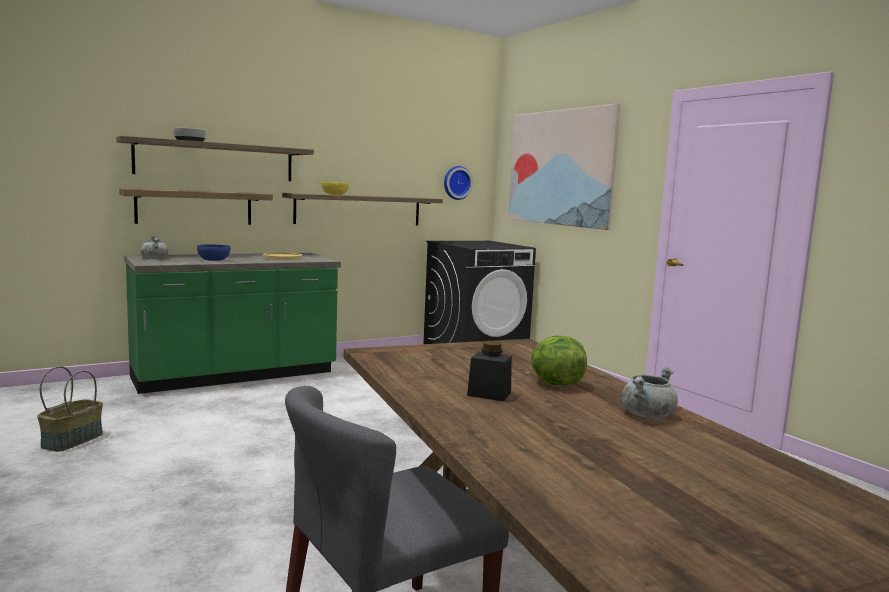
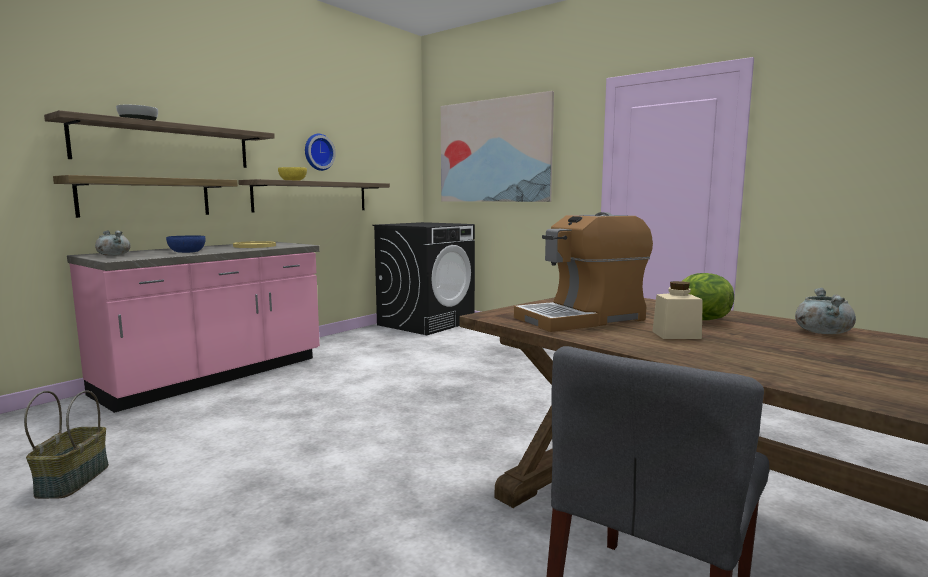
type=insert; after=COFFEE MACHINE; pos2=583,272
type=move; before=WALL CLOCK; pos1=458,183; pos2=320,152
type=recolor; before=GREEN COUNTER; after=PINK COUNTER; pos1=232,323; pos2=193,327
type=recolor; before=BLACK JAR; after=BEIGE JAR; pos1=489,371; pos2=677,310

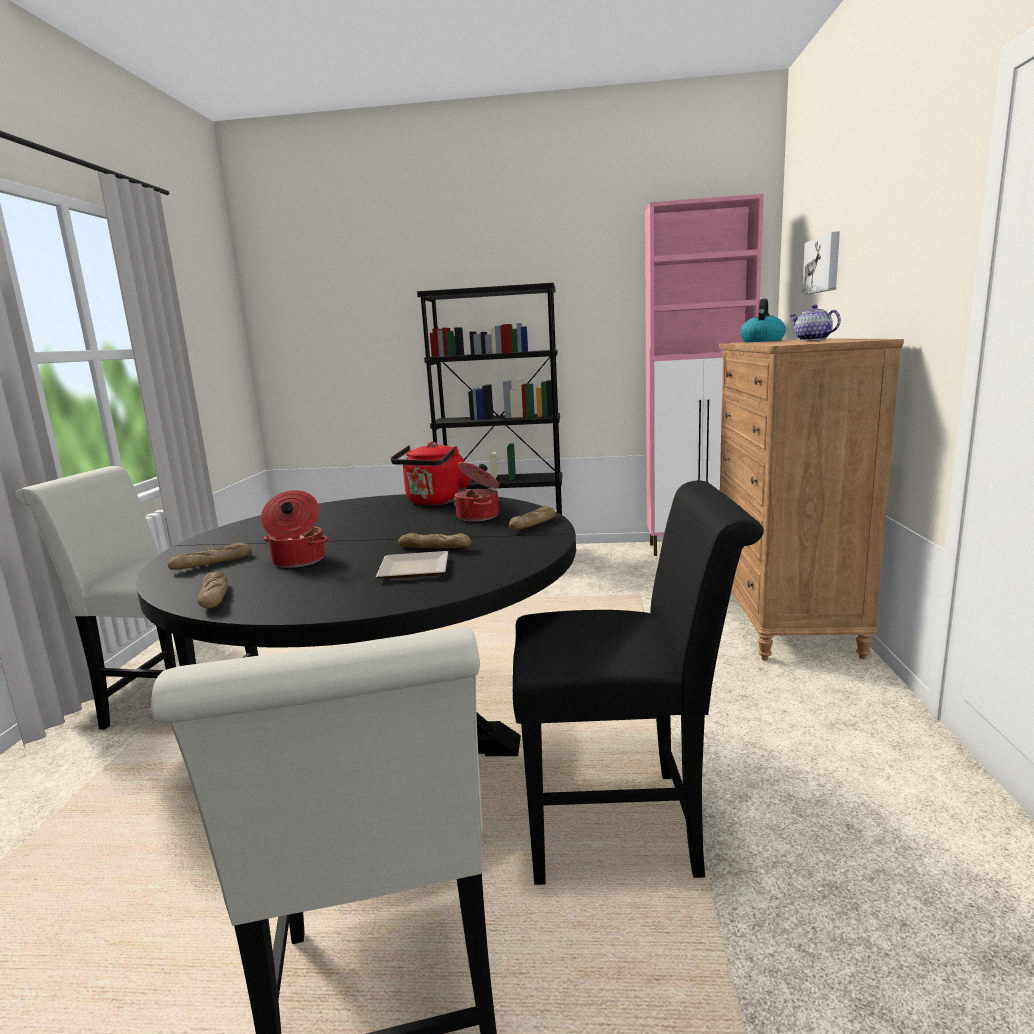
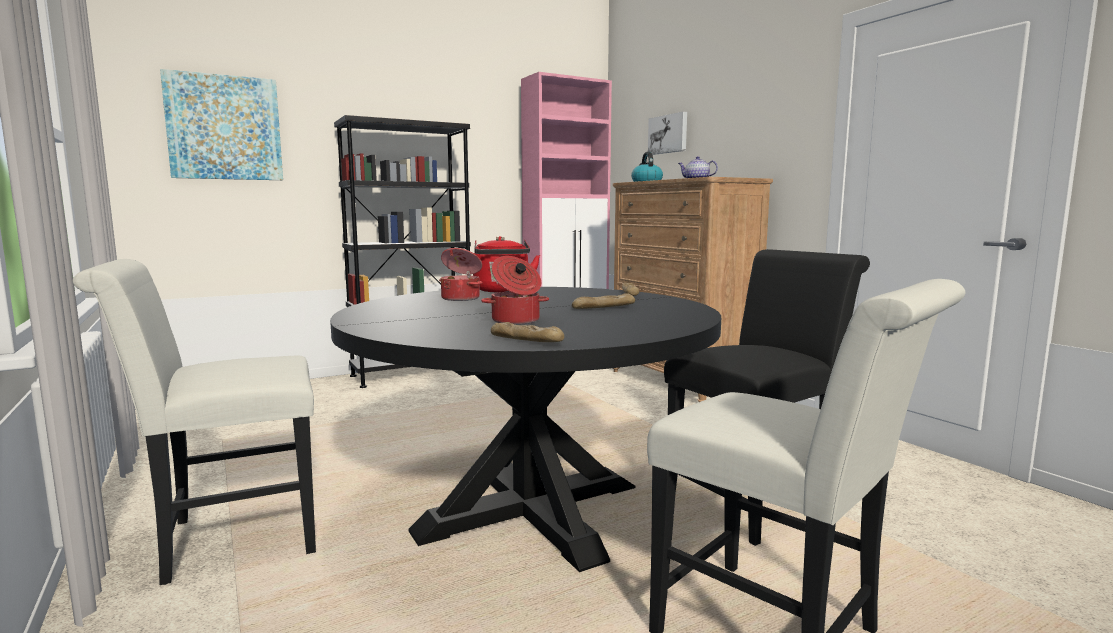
type=delete; before=BREAD; pos1=210,556
type=delete; before=PLATE; pos1=412,565
type=insert; after=PICTURE; pos2=221,124
type=move; before=COOKING POT; pos1=477,492; pos2=461,274

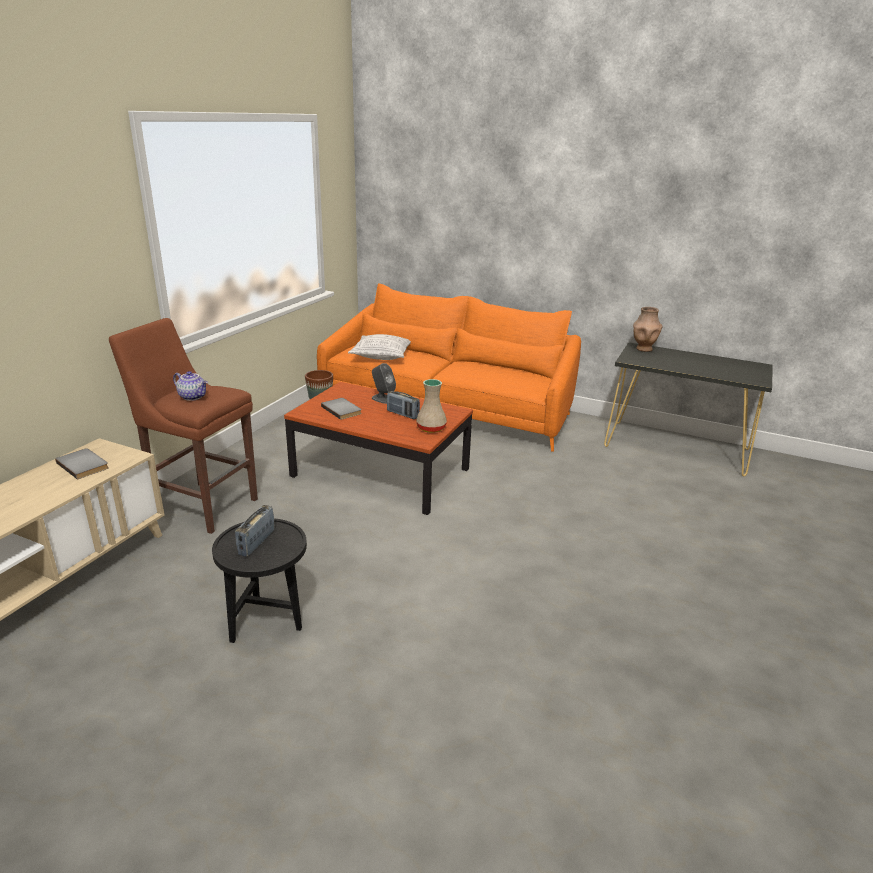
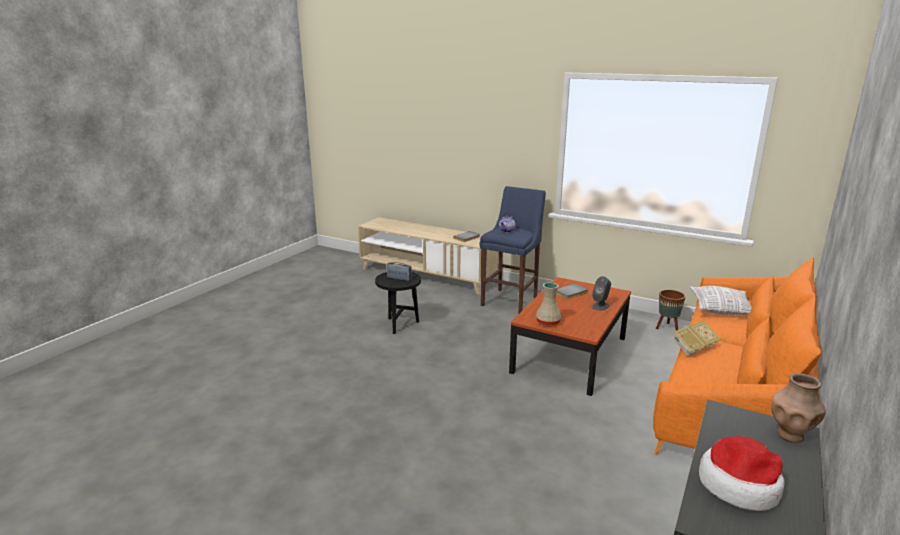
type=delete; before=RADIO; pos1=403,405
type=insert; after=BOOK; pos2=697,338
type=insert; after=HAT; pos2=742,473
type=recolor; before=BROWN STOOL; after=BLUE STOOL; pos1=183,426; pos2=512,250

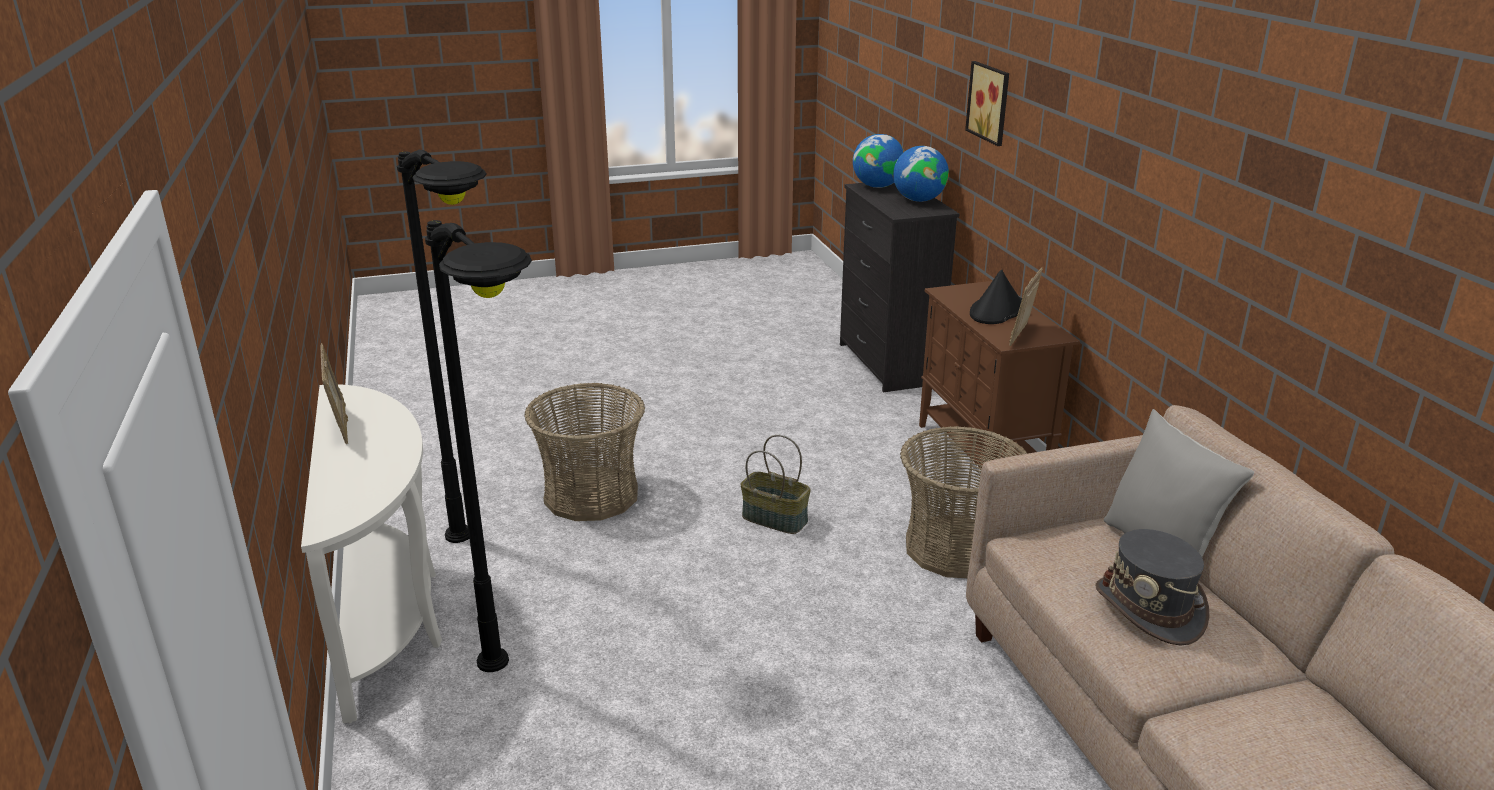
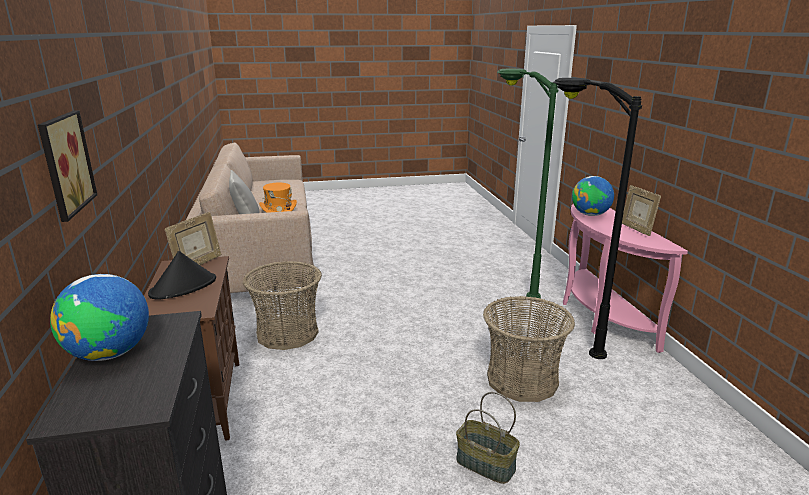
type=move; before=BASKET; pos1=775,484; pos2=488,438
type=move; before=GLOBE; pos1=878,161; pos2=593,196
type=recolor; before=WHITE CONSOLE TABLE; after=PINK CONSOLE TABLE; pos1=371,553; pos2=625,278
type=recolor; before=BLACK FLOOR LAMP; after=GREEN FLOOR LAMP; pos1=478,446; pos2=527,183
type=recolor; before=GREY HAT; after=ORANGE HAT; pos1=1152,587; pos2=278,197

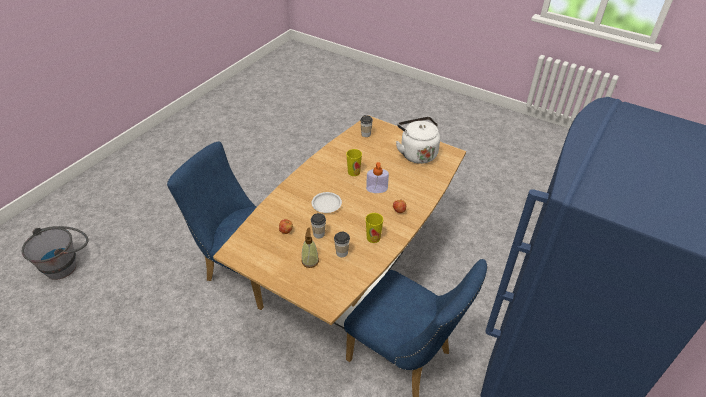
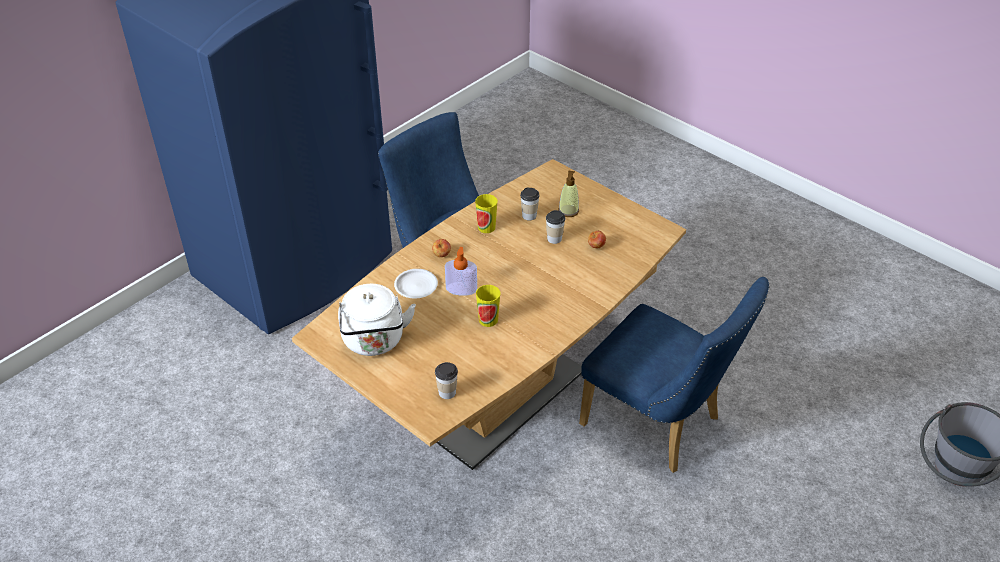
type=move; before=WHITE PLATE; pos1=327,202; pos2=416,283

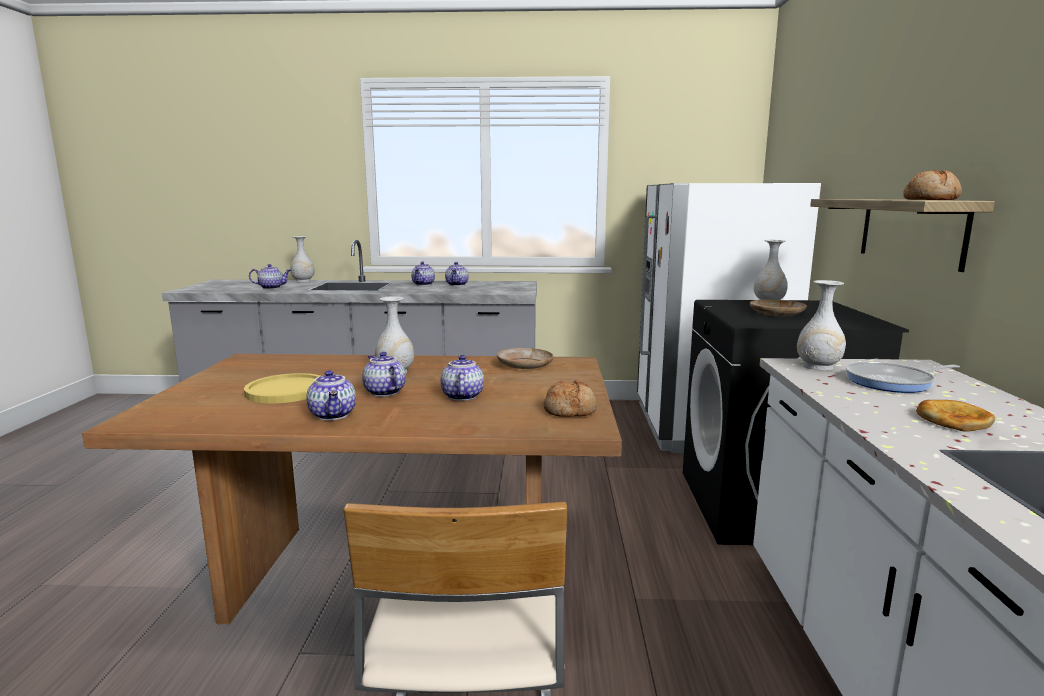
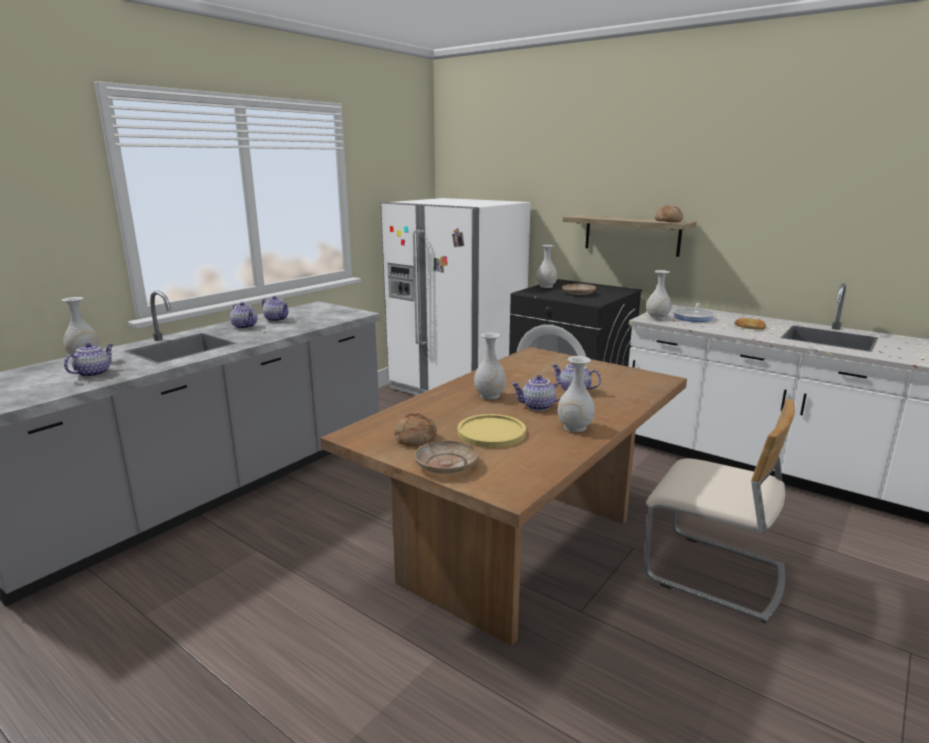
type=move; before=BEIGE PLATE; pos1=525,358; pos2=446,457
type=move; before=BREAD; pos1=570,398; pos2=415,430
type=replace; before=TEAPOT; after=WHITE VASE; pos1=331,395; pos2=576,394

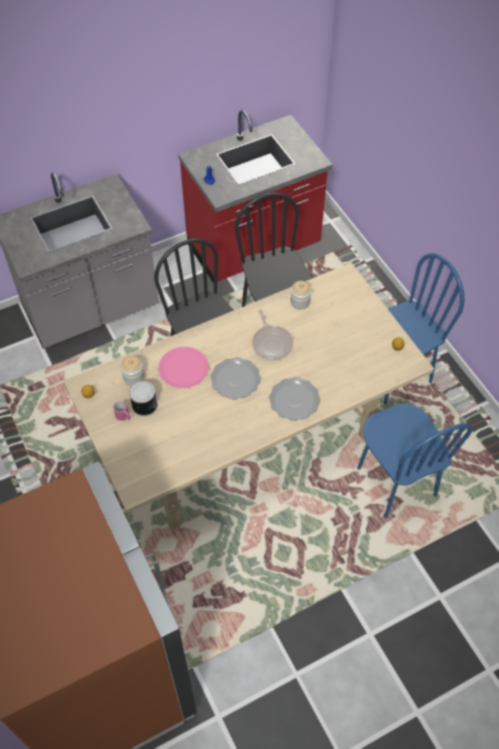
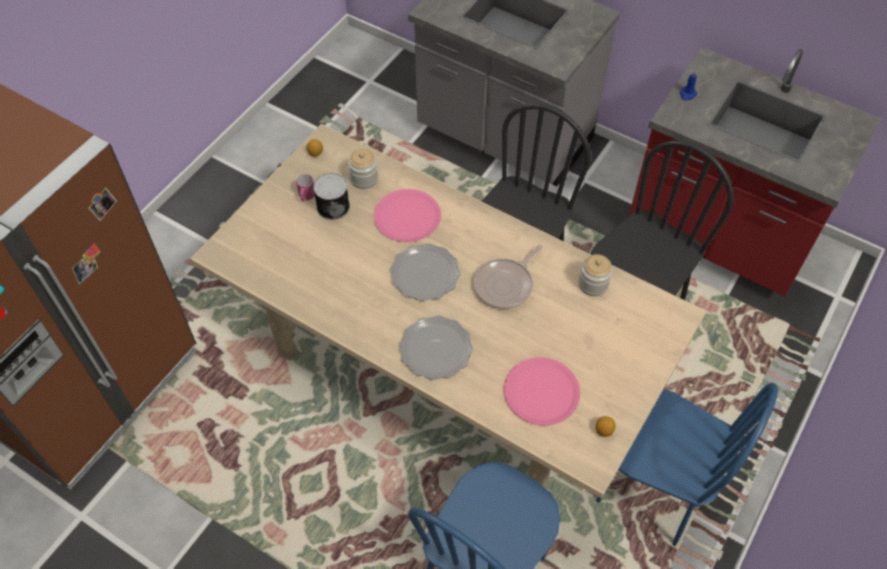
type=insert; after=PINK PLATE; pos2=542,391

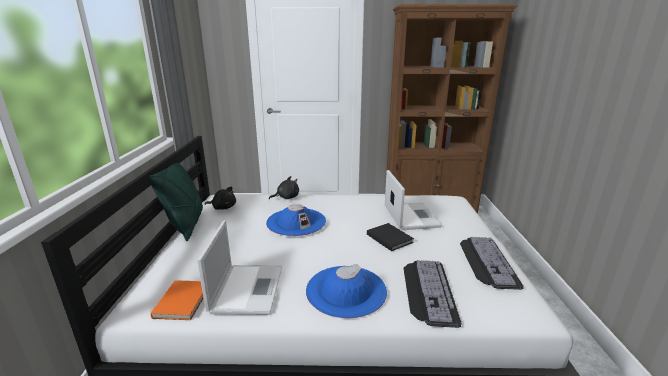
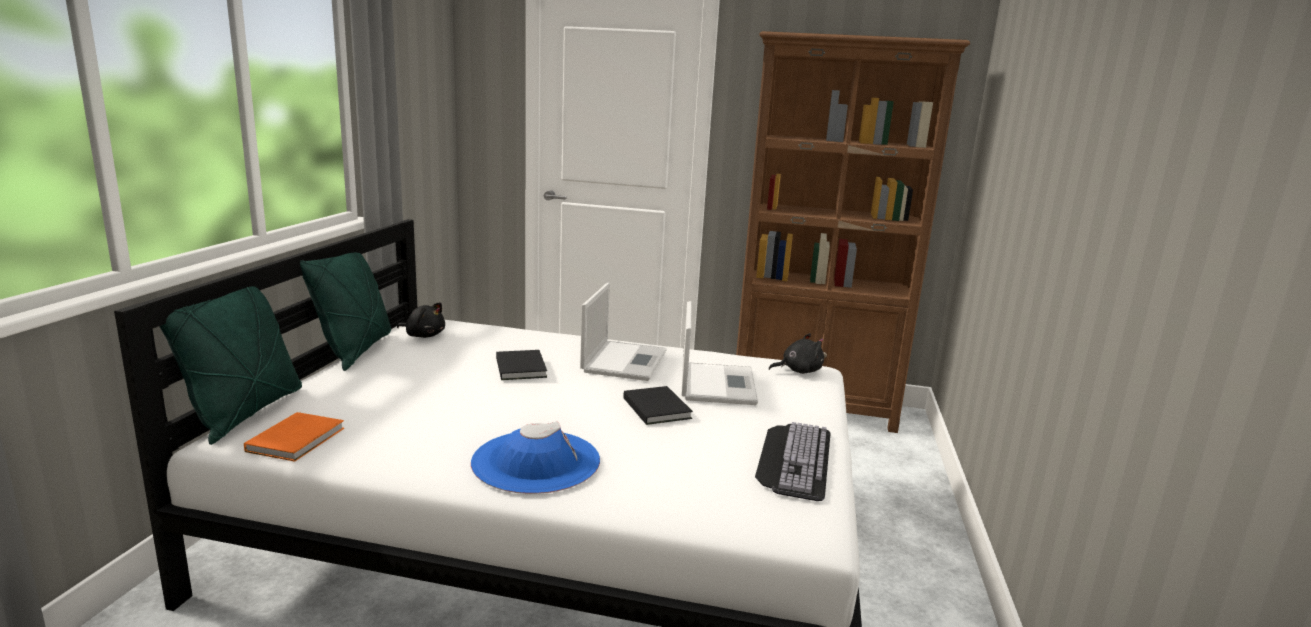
type=delete; before=KEYBOARD; pos1=432,294
type=insert; after=GREEN PILLOW; pos2=230,365
type=move; before=LAPTOP; pos1=239,267; pos2=623,332
type=move; before=BLACK PLUSH TOY; pos1=284,187; pos2=796,353
type=replace; before=BLUE HAT; after=BLACK BOOK; pos1=296,220; pos2=521,365

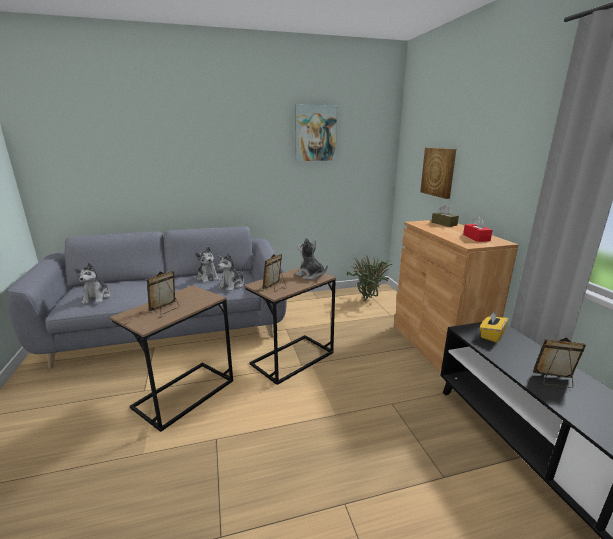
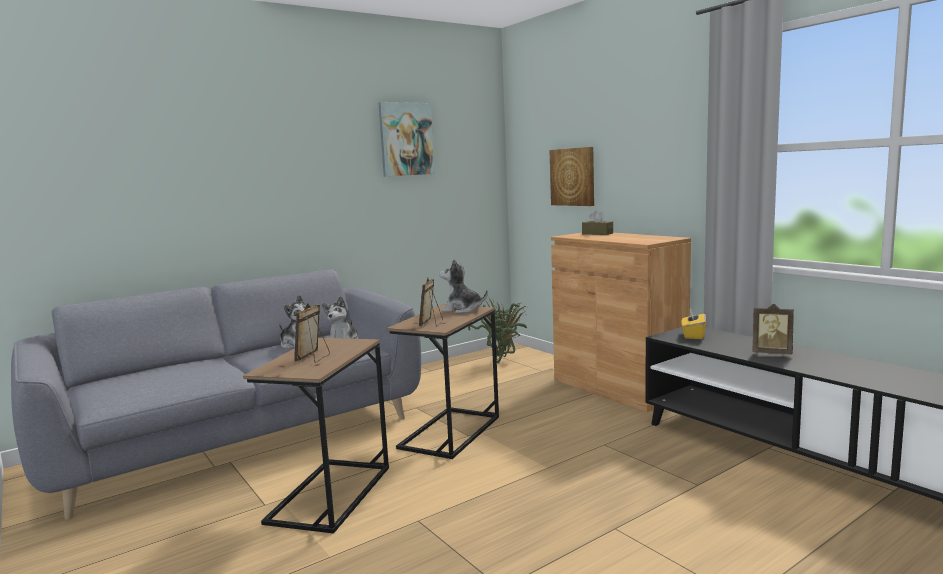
type=delete; before=PLUSH TOY; pos1=92,283
type=delete; before=RED TISSUE BOX; pos1=478,229
type=rotate; before=PICTURE FRAME; pos1=559,362; pos2=773,329; turn=-150

